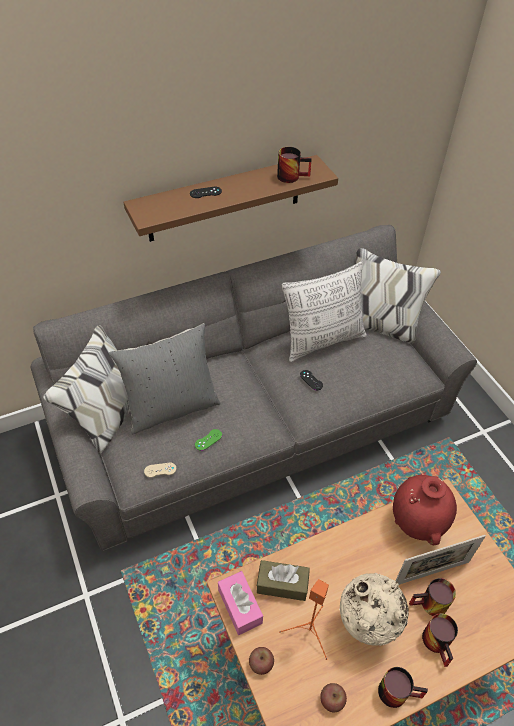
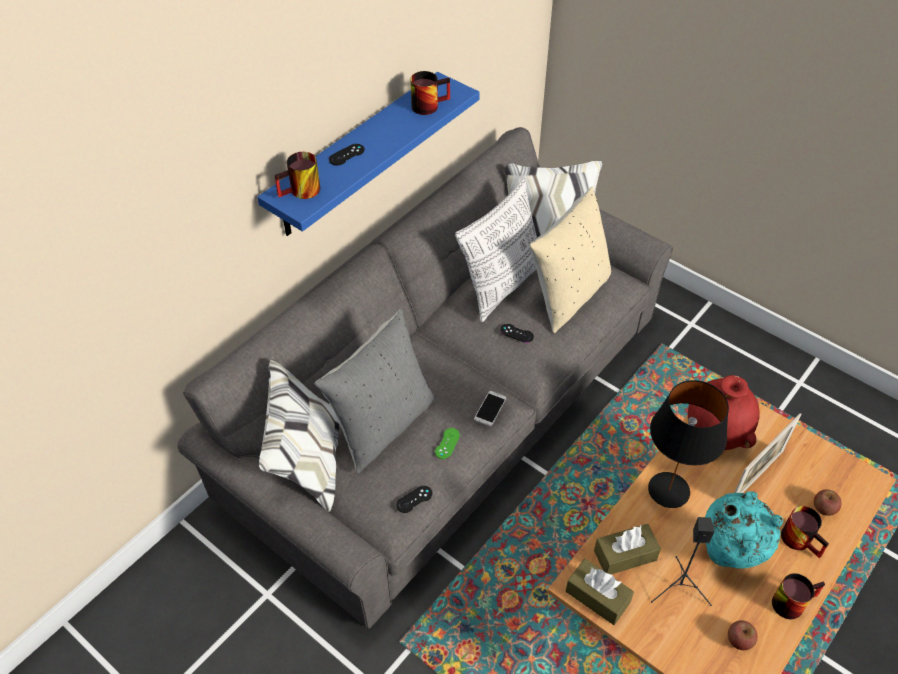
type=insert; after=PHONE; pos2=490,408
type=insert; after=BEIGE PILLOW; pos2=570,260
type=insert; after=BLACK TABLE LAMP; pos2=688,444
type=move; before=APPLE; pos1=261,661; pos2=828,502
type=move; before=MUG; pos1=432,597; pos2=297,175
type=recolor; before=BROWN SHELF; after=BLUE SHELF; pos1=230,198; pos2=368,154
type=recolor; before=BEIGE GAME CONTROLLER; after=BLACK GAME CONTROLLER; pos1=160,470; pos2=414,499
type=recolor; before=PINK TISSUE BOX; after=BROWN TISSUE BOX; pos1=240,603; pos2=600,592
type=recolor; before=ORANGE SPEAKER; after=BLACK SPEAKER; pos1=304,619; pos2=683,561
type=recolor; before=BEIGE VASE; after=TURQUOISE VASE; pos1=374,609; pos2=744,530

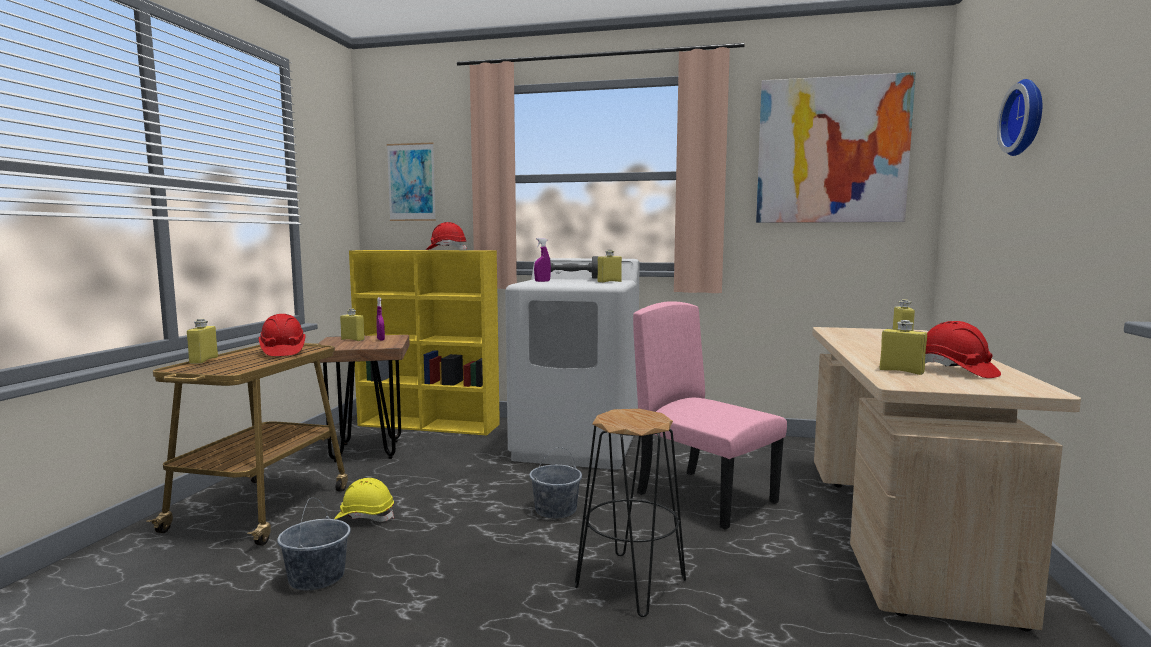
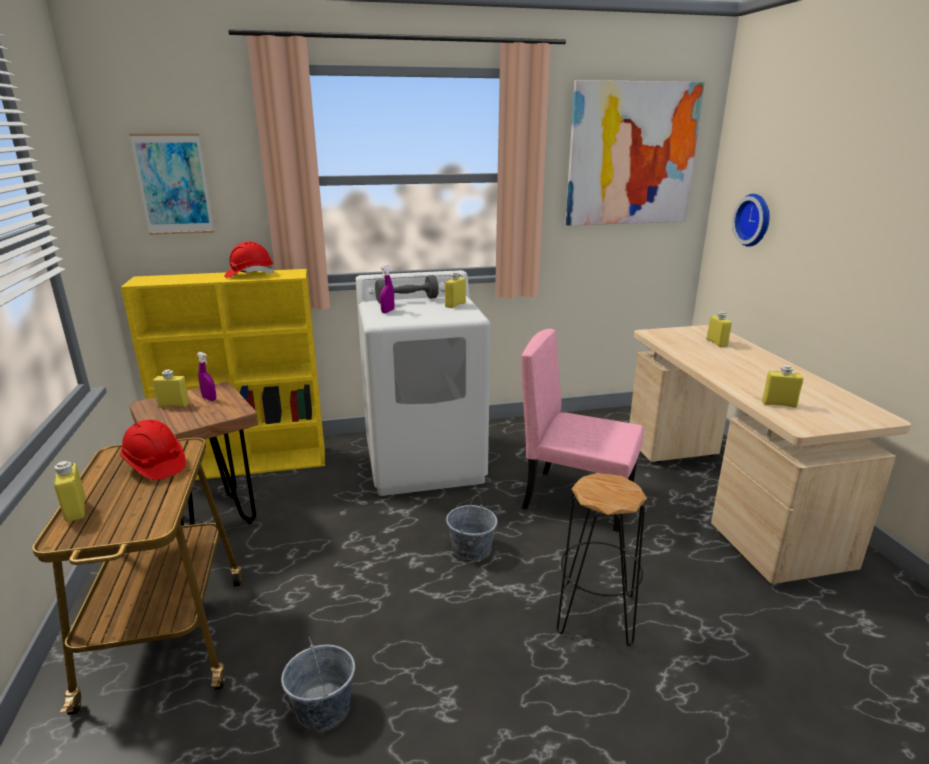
type=delete; before=YELLOW HARD HAT; pos1=364,500
type=delete; before=RED HARD HAT; pos1=963,349
type=move; before=WALL CLOCK; pos1=1019,117; pos2=751,220

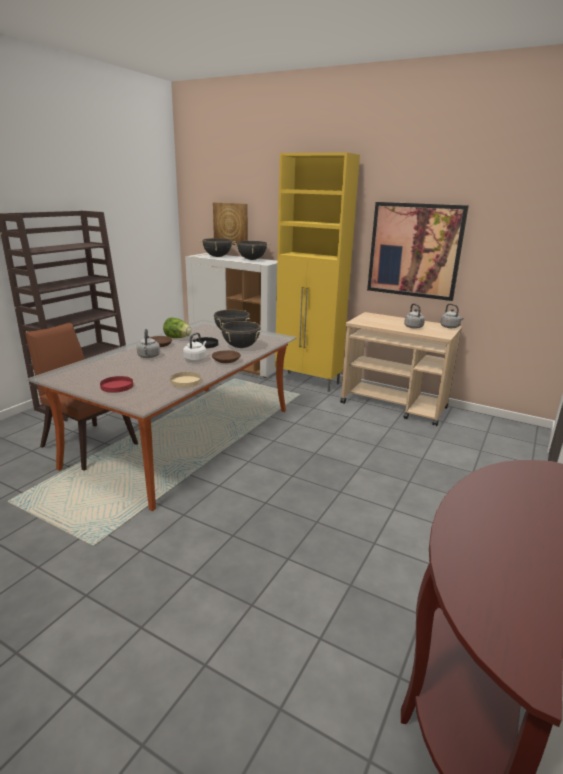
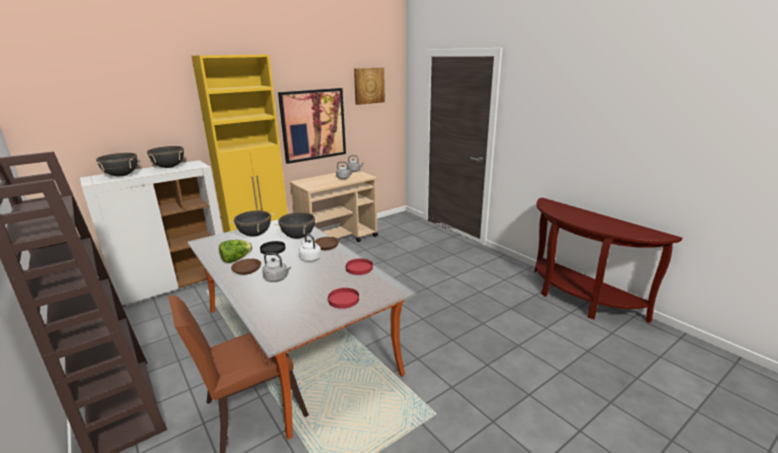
type=move; before=PICTURE; pos1=230,223; pos2=369,86
type=recolor; before=BEIGE PLATE; after=RED PLATE; pos1=185,380; pos2=359,267

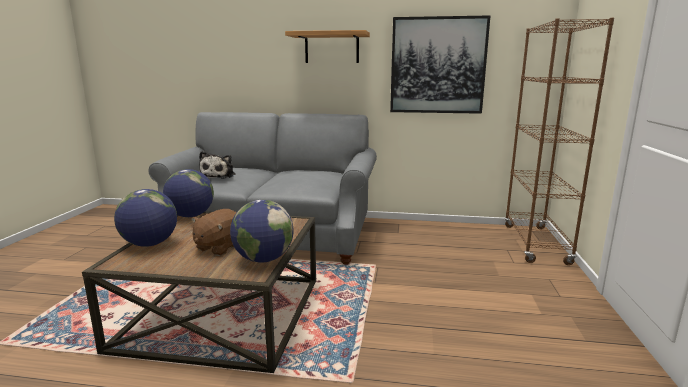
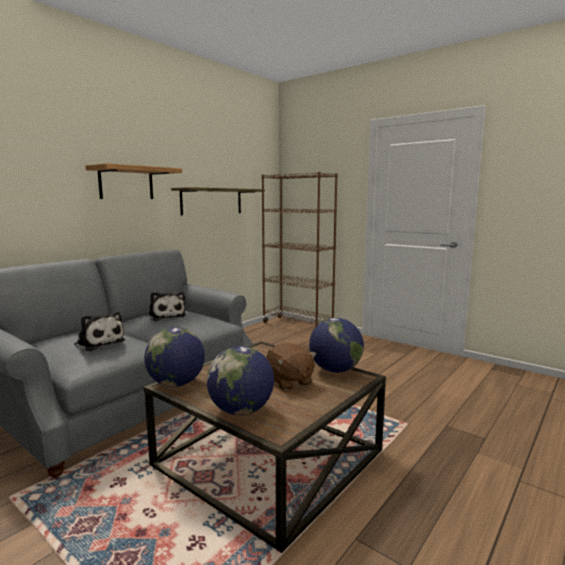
type=insert; after=PLUSH TOY; pos2=167,306
type=replace; before=PICTURE; after=SHELF; pos1=440,64; pos2=218,201

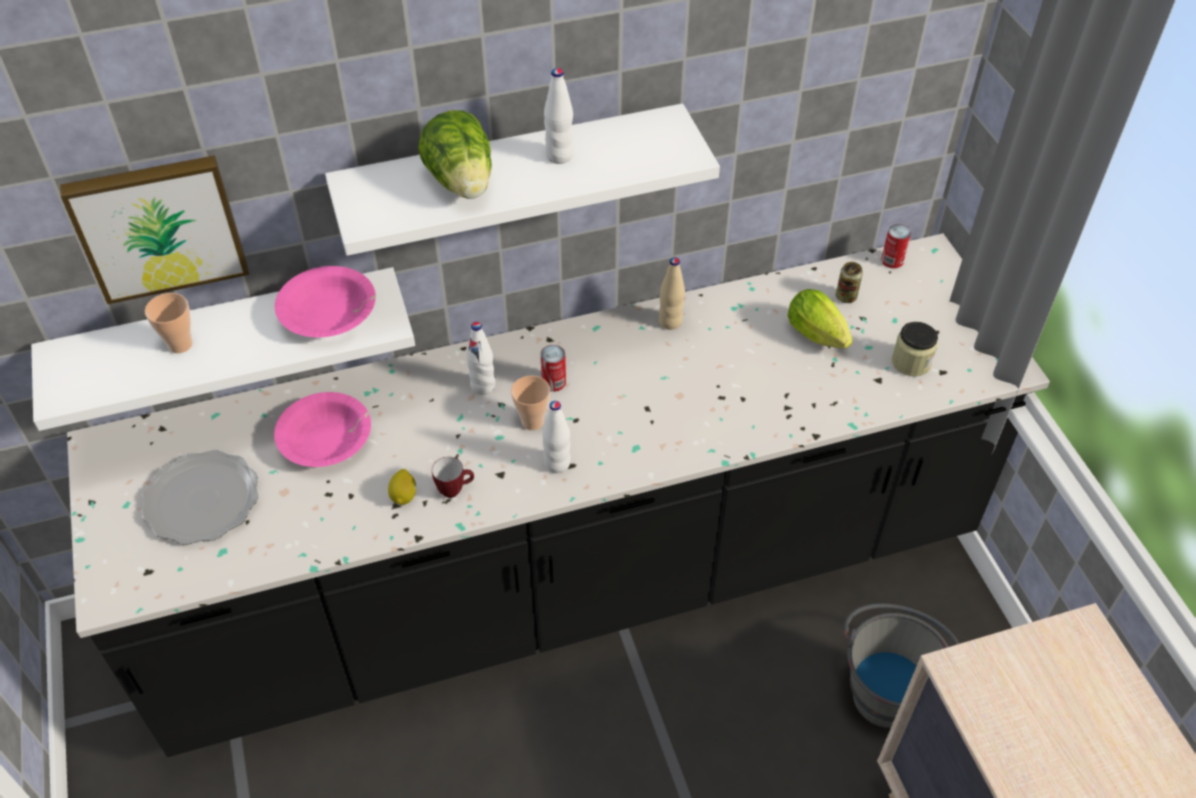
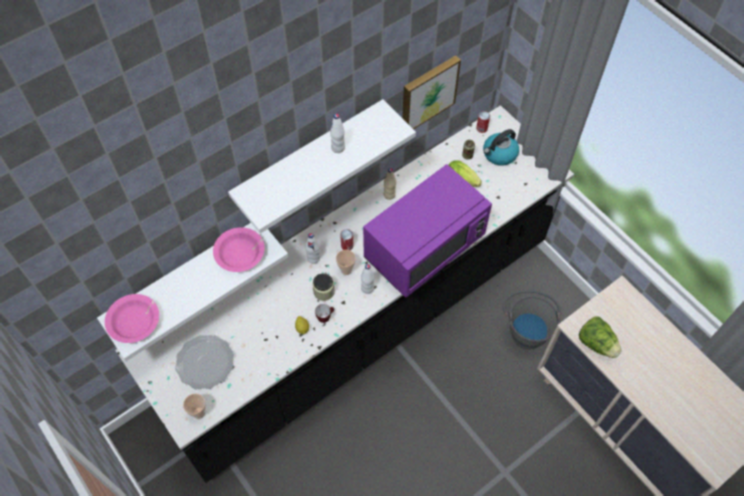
type=insert; after=PURPLE MICROWAVE; pos2=427,230
type=insert; after=KETTLE; pos2=501,147
type=move; before=PICTURE; pos1=154,229; pos2=431,92
type=move; before=CUP; pos1=169,323; pos2=194,406
type=move; before=PINK BOWL; pos1=322,429; pos2=132,318
type=move; before=LETTUCE; pos1=455,154; pos2=600,337
type=move; before=JAR; pos1=915,349; pos2=324,287

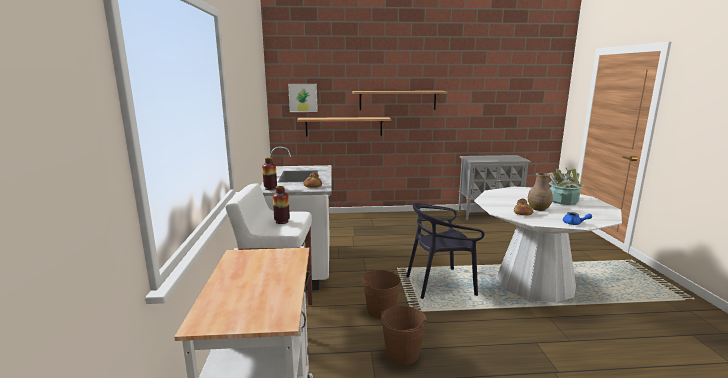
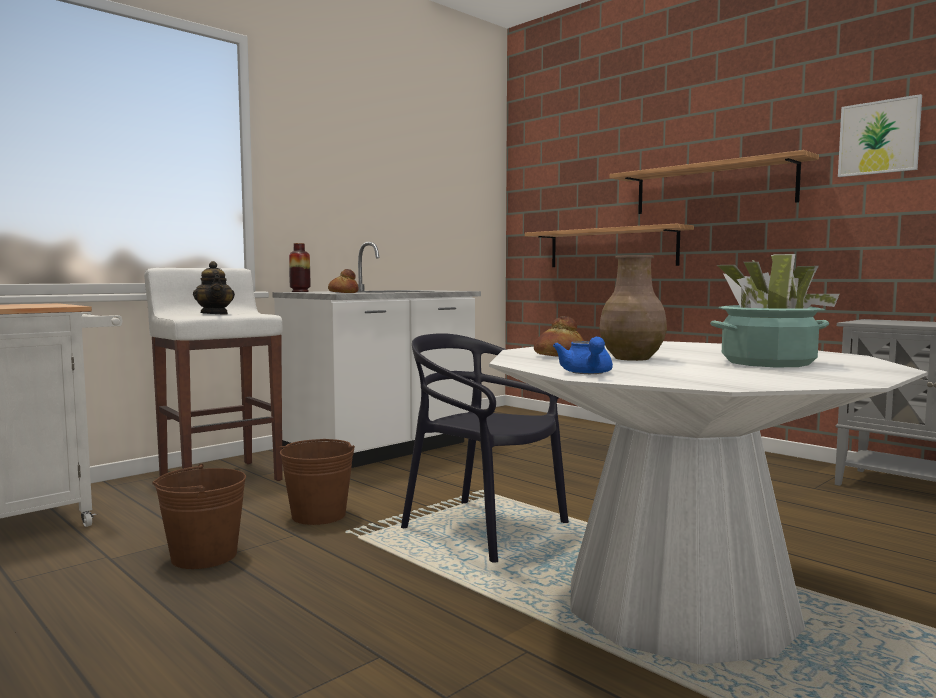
type=move; before=PICTURE; pos1=303,98; pos2=880,135
type=replace; before=VASE; after=TEAPOT; pos1=281,205; pos2=214,287

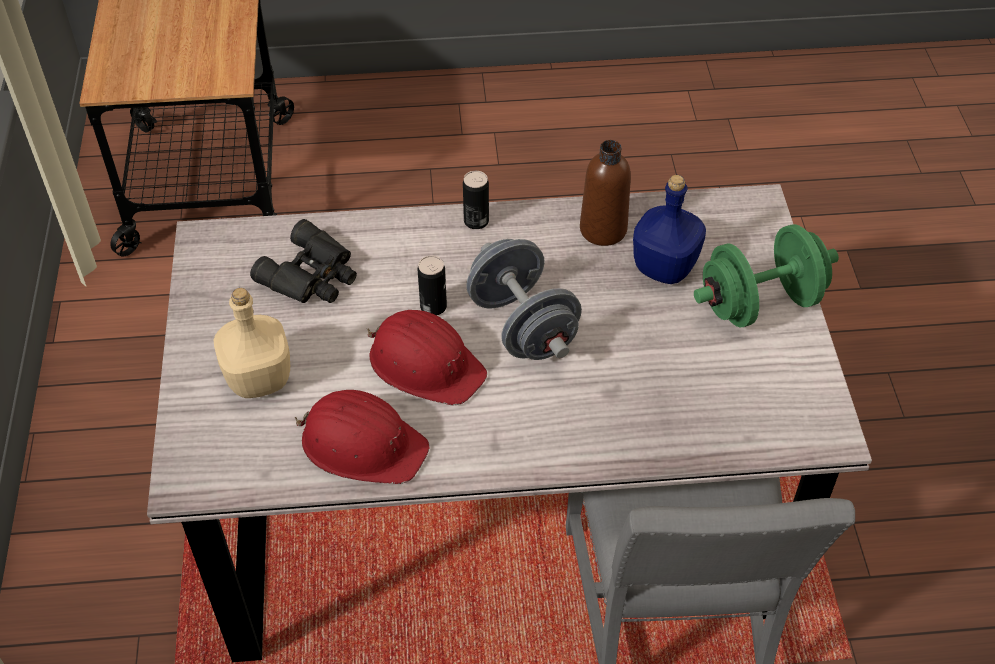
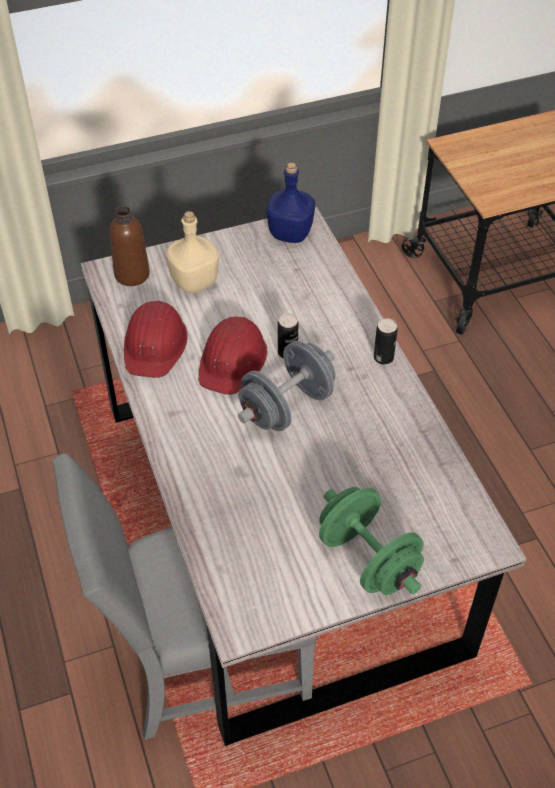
type=delete; before=BLACK BINOCULARS; pos1=303,261
type=move; before=BROWN BOTTLE; pos1=605,193; pos2=129,246
type=move; before=BLUE BOTTLE; pos1=669,229; pos2=291,203

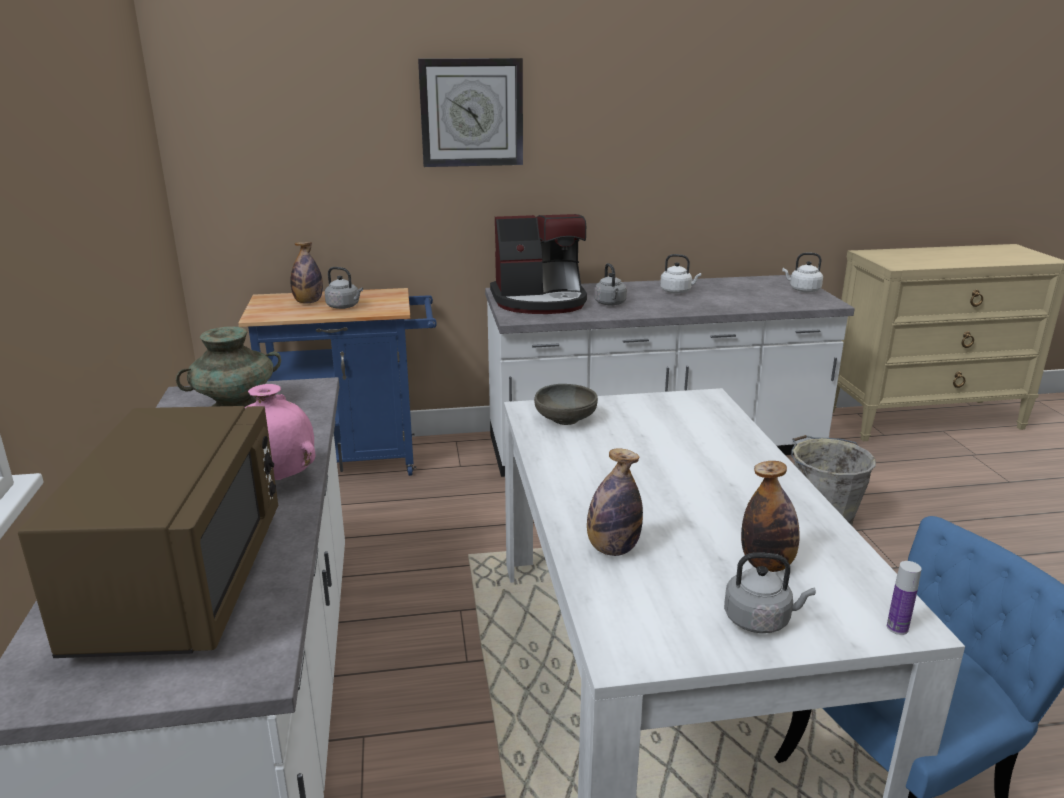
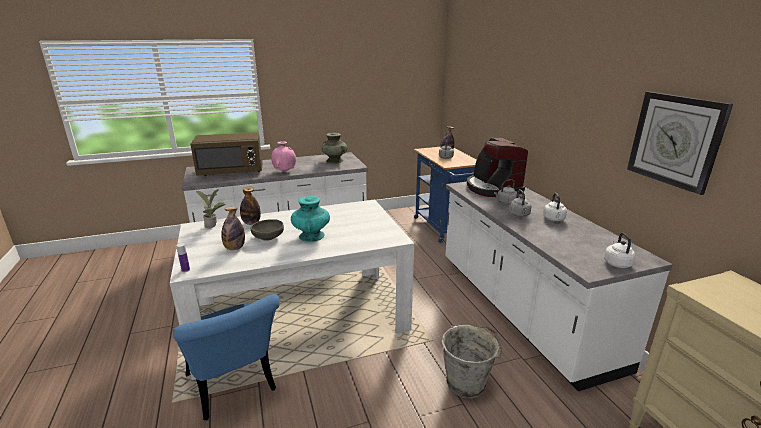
type=insert; after=POTTED PLANT; pos2=211,208
type=insert; after=TURQUOISE VASE; pos2=310,219
type=move; before=WALL CLOCK; pos1=470,112; pos2=680,143
type=move; before=GREY BOWL; pos1=566,404; pos2=267,230
type=move; before=GREY KETTLE; pos1=770,592; pos2=520,203

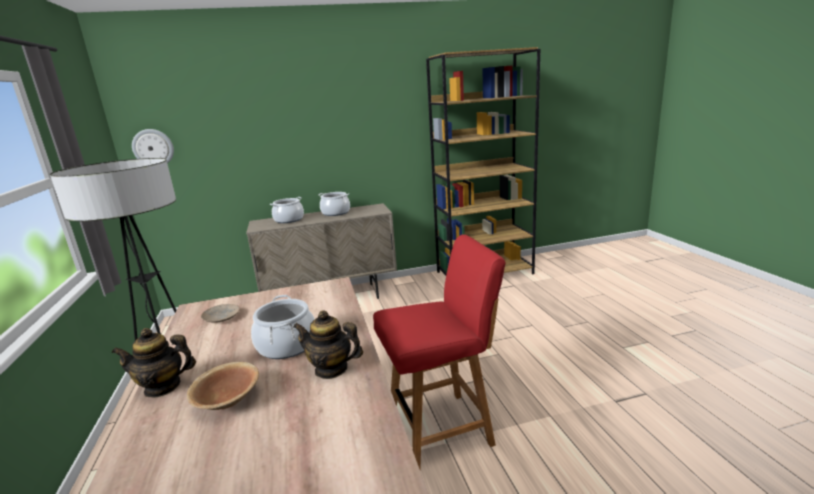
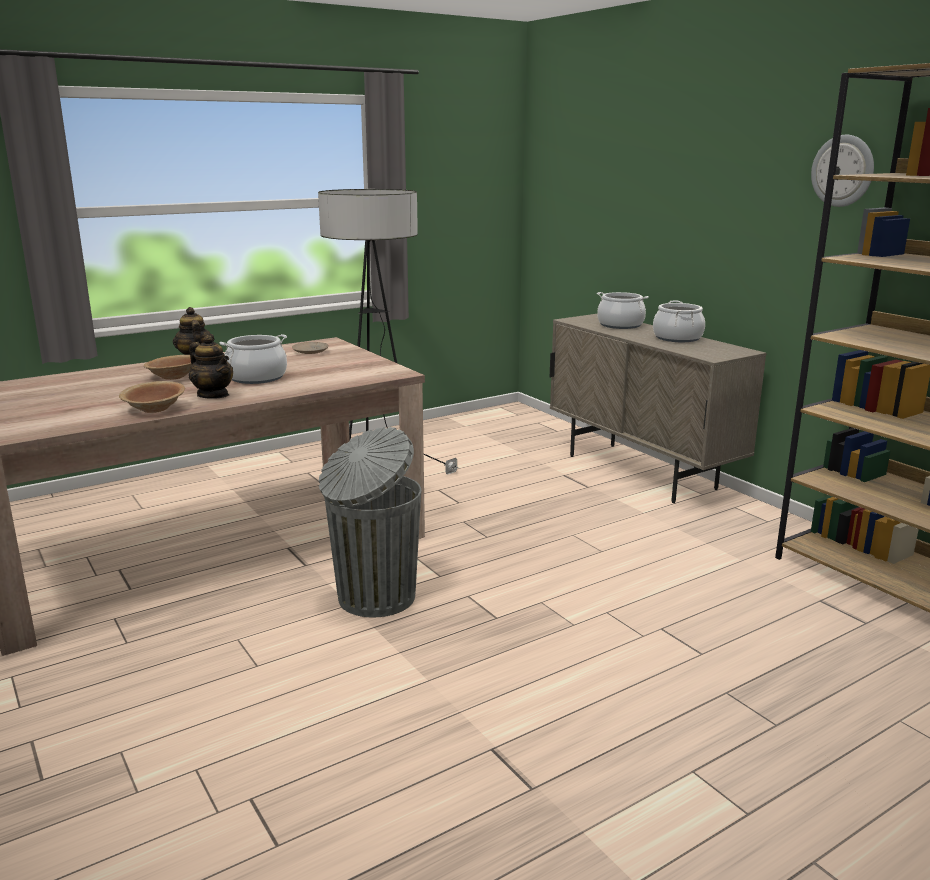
type=insert; after=BROWN BOWL; pos2=152,397
type=move; before=WALL CLOCK; pos1=153,146; pos2=842,171
type=replace; before=RED CHAIR; after=GREY TRASH CAN; pos1=439,351; pos2=369,522
type=rotate; before=TEAPOT; pos1=328,344; pos2=211,367; turn=135

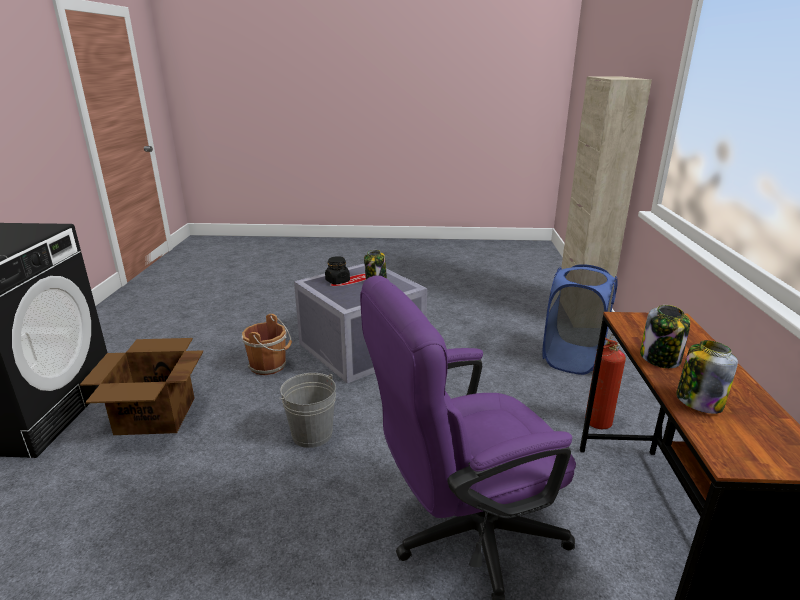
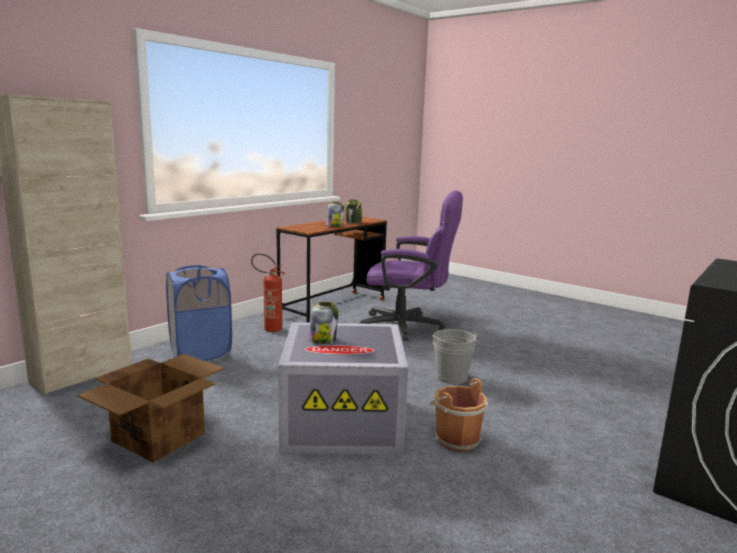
type=delete; before=BLACK JAR; pos1=337,270
type=move; before=CARDBOARD BOX; pos1=141,386; pos2=150,408

